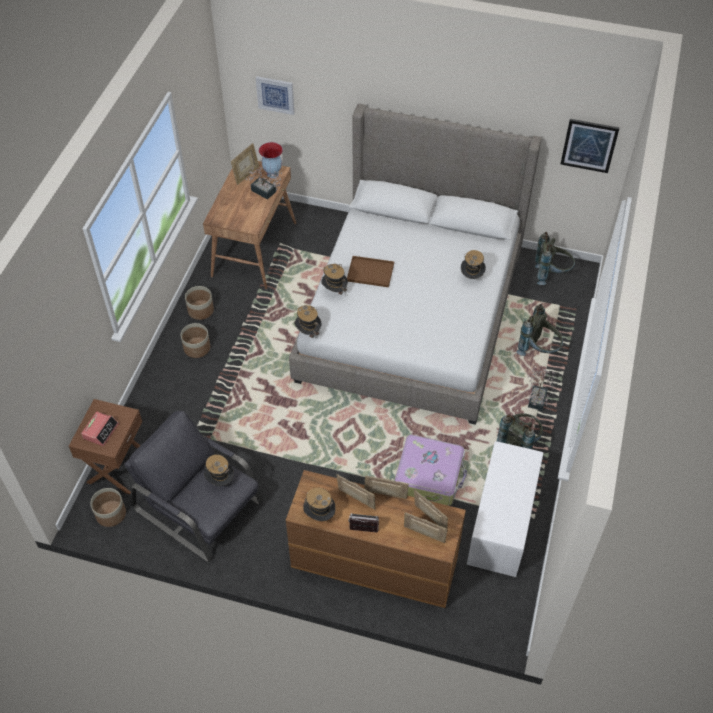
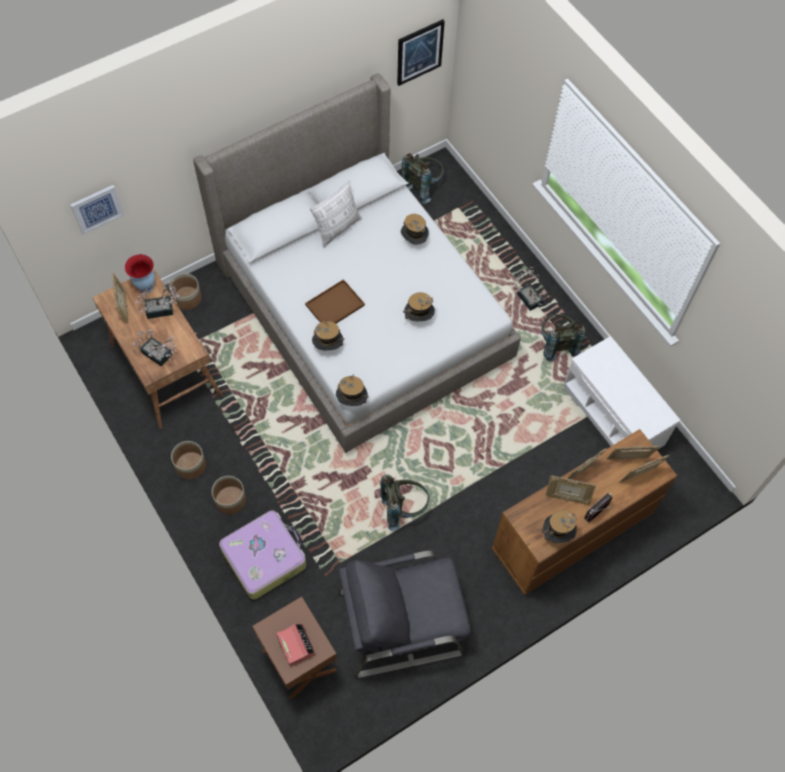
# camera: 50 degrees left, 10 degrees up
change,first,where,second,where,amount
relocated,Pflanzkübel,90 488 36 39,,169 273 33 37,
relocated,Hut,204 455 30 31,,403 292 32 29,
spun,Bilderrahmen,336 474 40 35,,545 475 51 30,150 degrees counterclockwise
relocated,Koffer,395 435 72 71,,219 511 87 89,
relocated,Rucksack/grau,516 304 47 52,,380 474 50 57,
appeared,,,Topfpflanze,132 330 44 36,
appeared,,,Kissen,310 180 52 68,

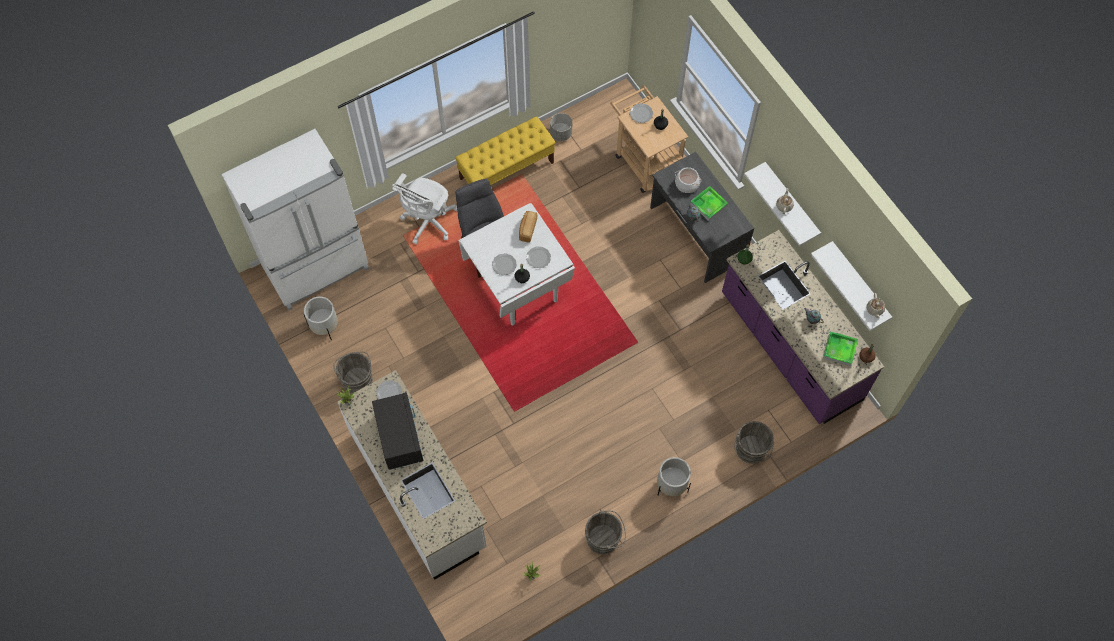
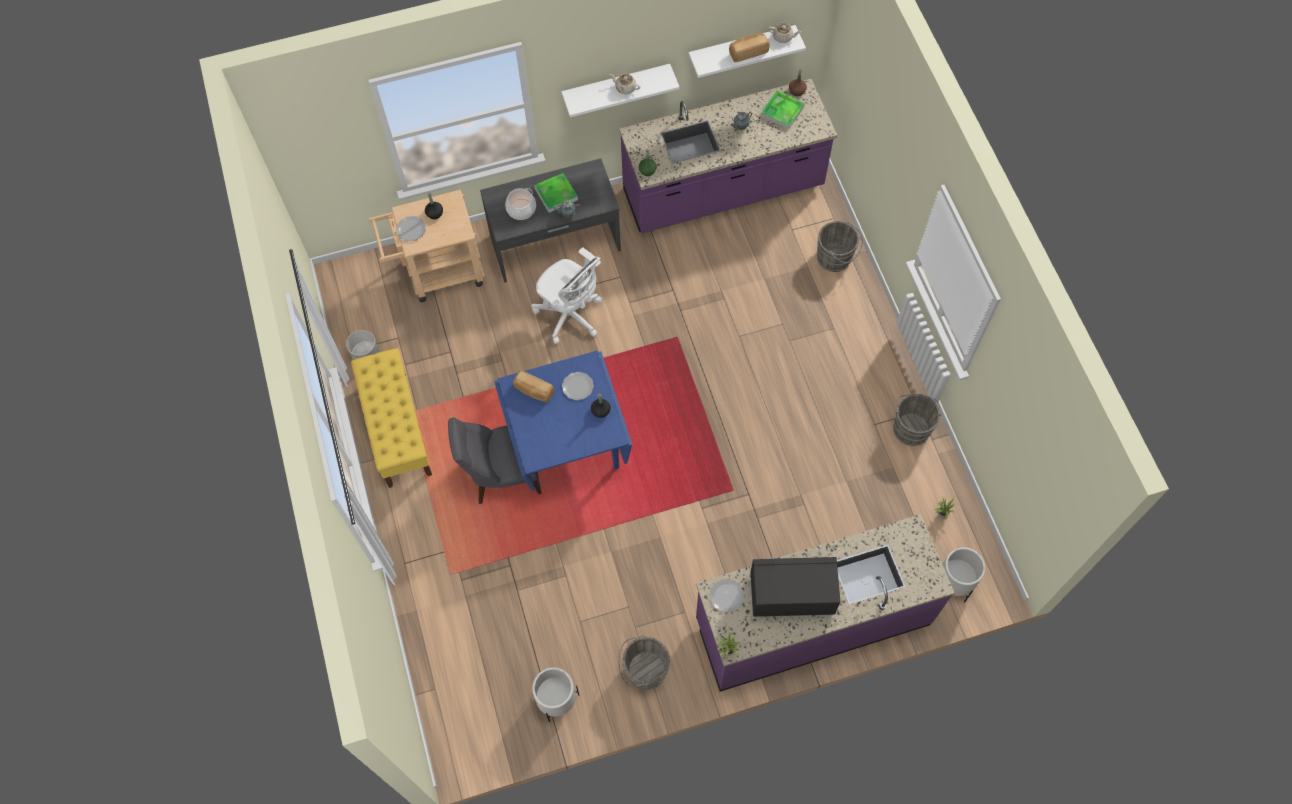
# camera: 75 degrees left, 0 degrees up
change,first,where,second,where,amount
missing,Kühlschrank/weiß,221 129 148 181,,,
colour,Küchenzeile/weiß,337 370 150 210,Küchenzeile/lila,696 514 258 178,
relocated,Bürostuhl/weiß,392 173 65 71,,531 247 71 97,
colour,Esstisch/weiß,458 203 117 123,Esstisch/blau,494 351 138 142,
missing,Teller,492 253 25 23,,,
relocated,Pflanzkübel/weiß,657 457 34 39,,942 547 43 55,
appeared,,,Brot,729 33 41 29,

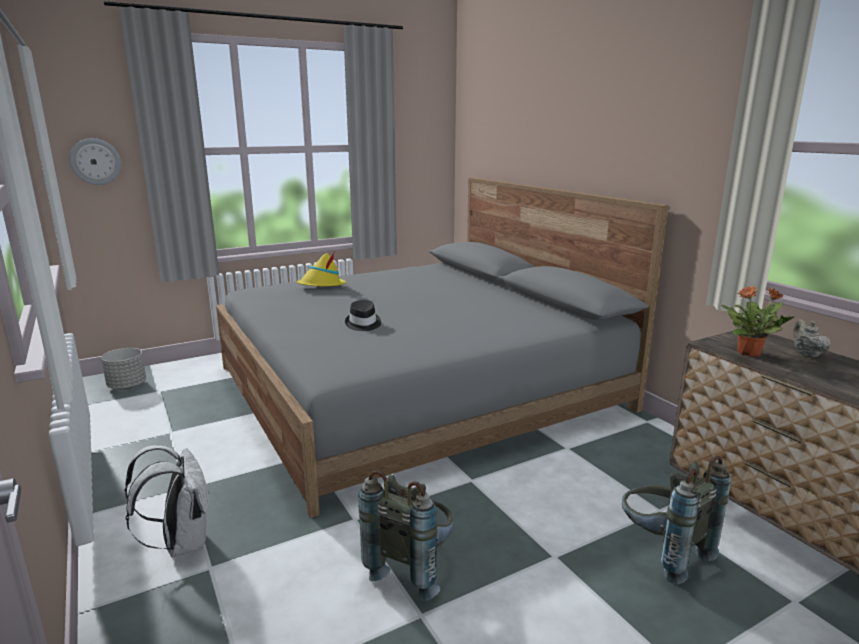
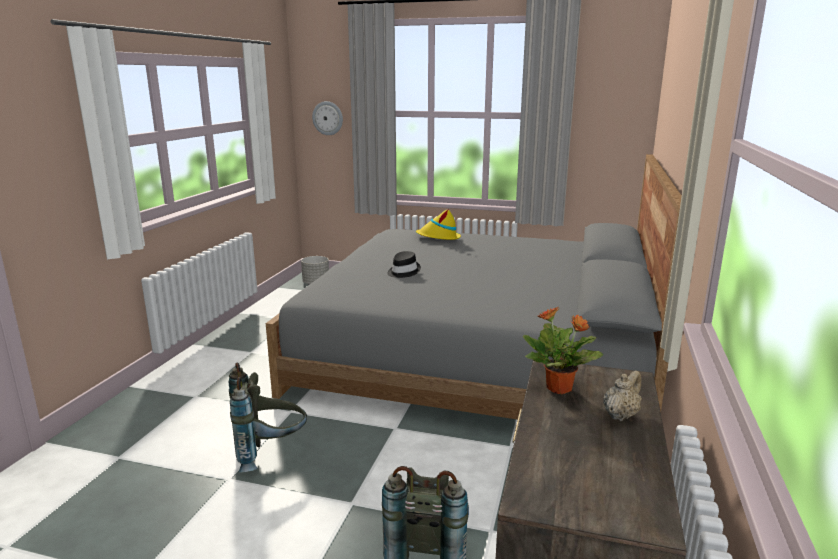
# camera: 45 degrees right, 0 degrees up
change,first,where,second,where,amount
missing,Rucksack/weiß,125 445 85 113,,,

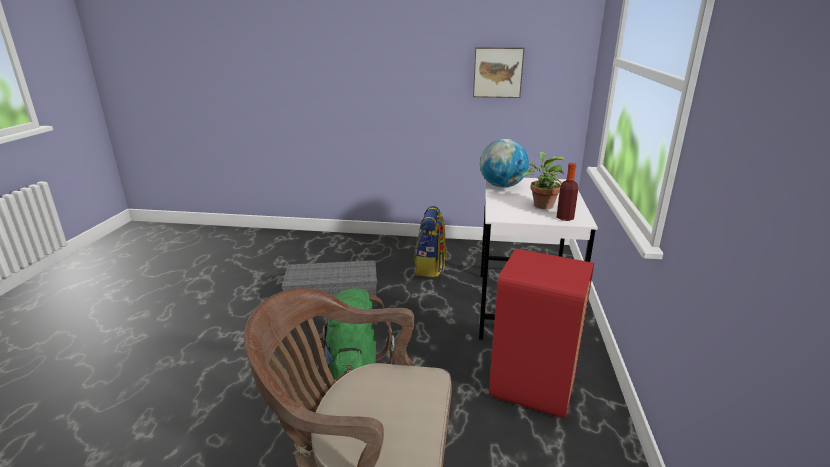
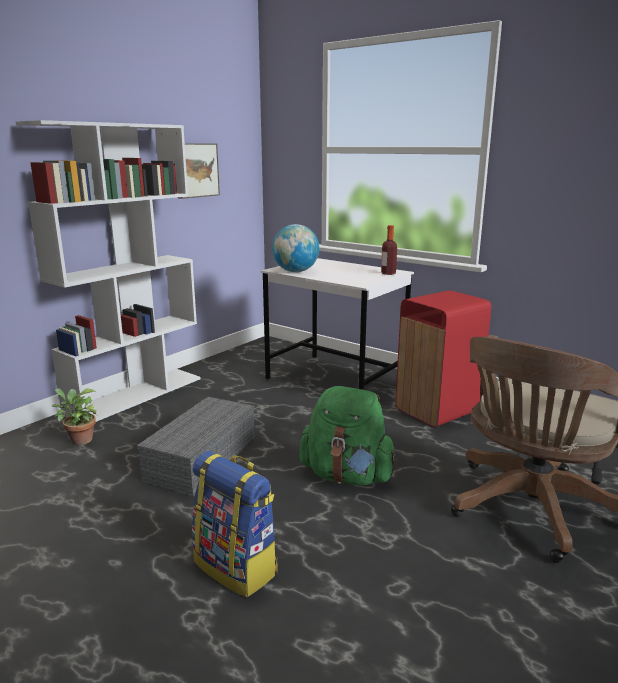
# camera: 60 degrees left, 5 degrees down
change,first,where,second,where,amount
relocated,Rucksack,414 206 33 71,,192 451 86 146,
relocated,Topfpflanze,523 151 42 58,,52 388 45 57,
appeared,,,Bücherregal/weiß,16 120 185 302,

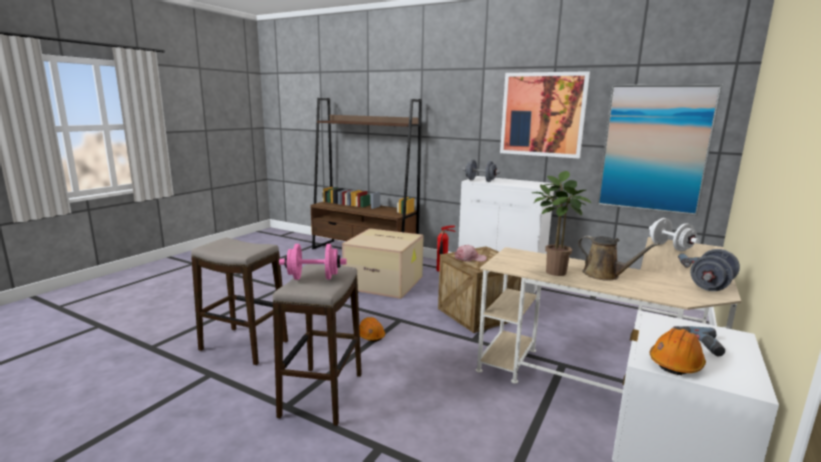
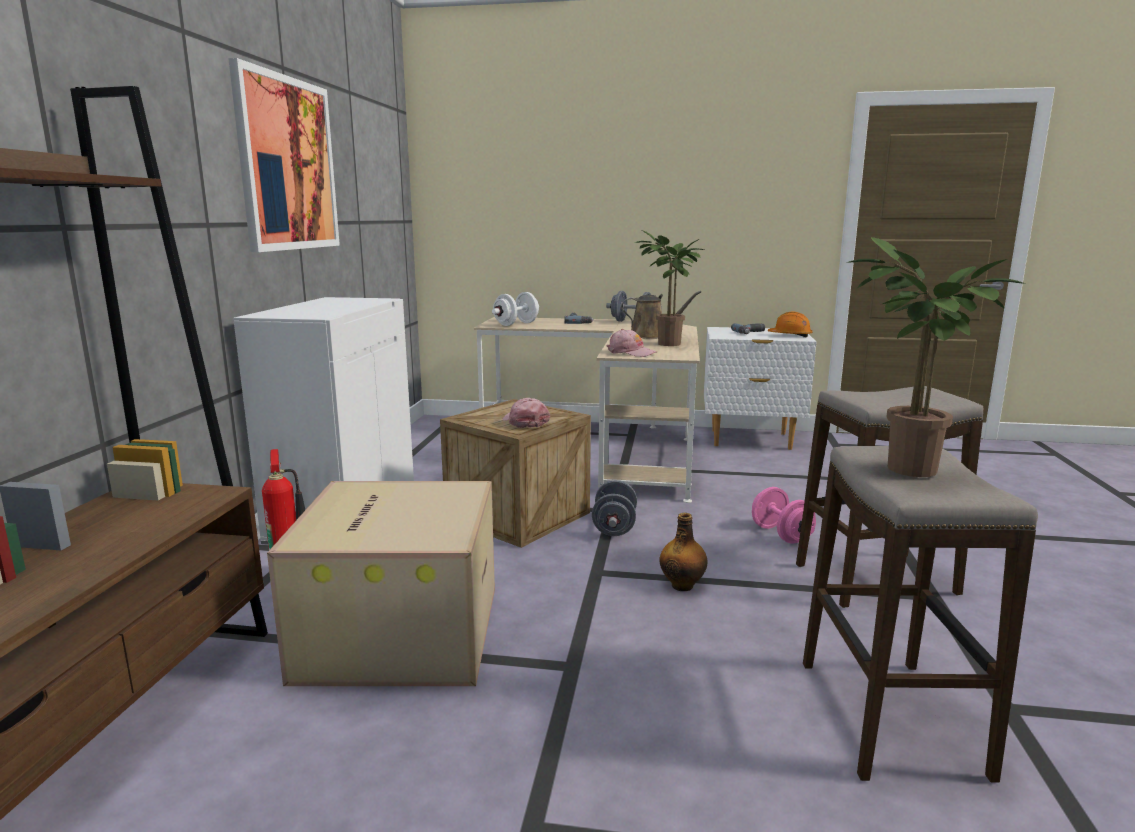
# camera: 110 degrees left, 0 degrees up
change,first,where,second,where,amount
relocated,Hantel/rosa,279 244 68 36,,752 487 64 57,
exchanged,Schutzhelm/orange,359 317 26 25,Flasche,660 513 48 78,
relocated,Hantel/grau,462 160 38 22,,592 480 45 56,
spun,Gießkanne/braun,578 236 81 45,,621 291 80 48,75 degrees clockwise
missing,Bild,597 84 125 132,,,
appeared,,,Kappe/rosa,607 329 50 28,
appeared,,,Topfpflanze,846 237 179 240,

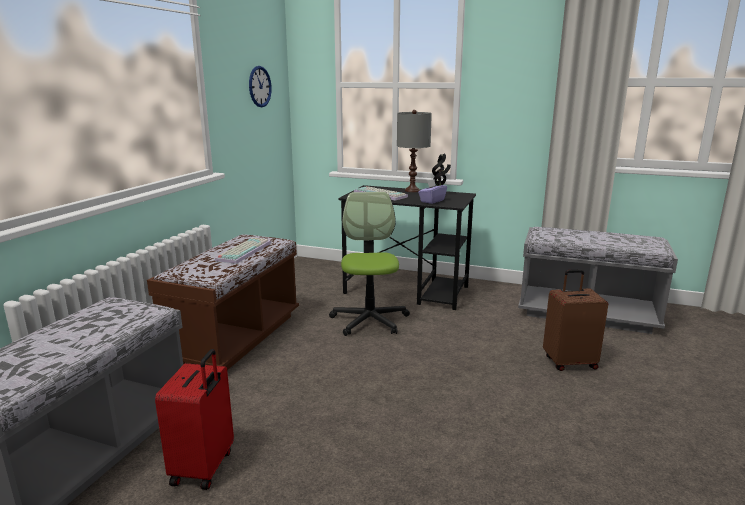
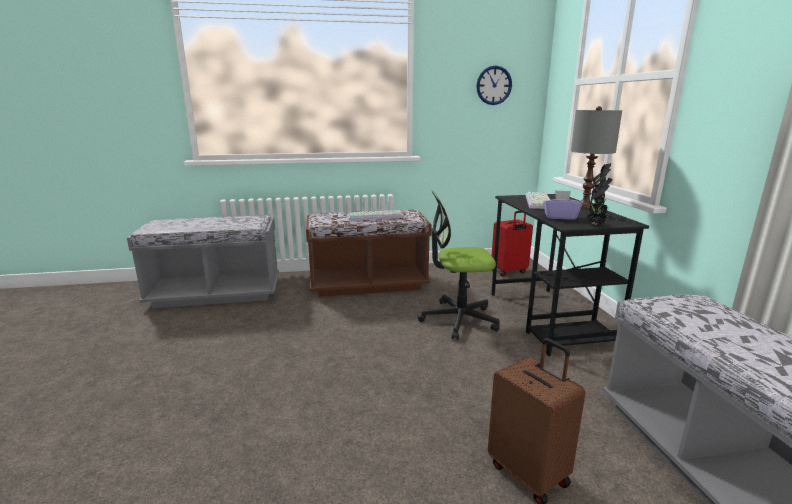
# camera: 60 degrees right, 0 degrees up
change,first,where,second,where,amount
relocated,Koffer/rot,155 349 79 141,,492 211 41 65,
spun,Bürostuhl,329 192 81 144,,417 190 83 150,150 degrees counterclockwise
appeared,,,Topfpflanze,586 169 25 56,

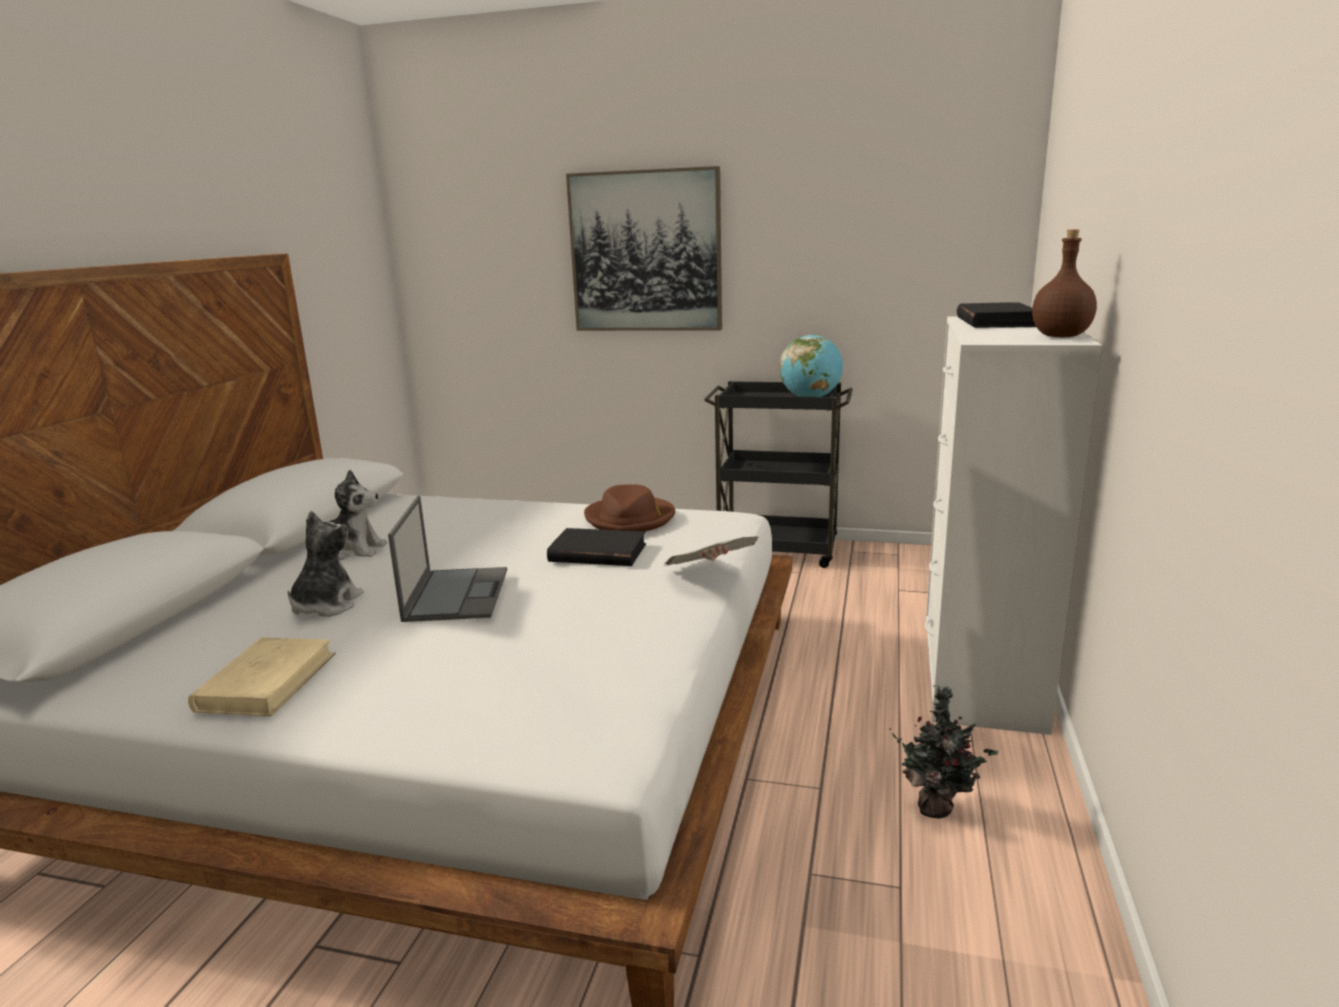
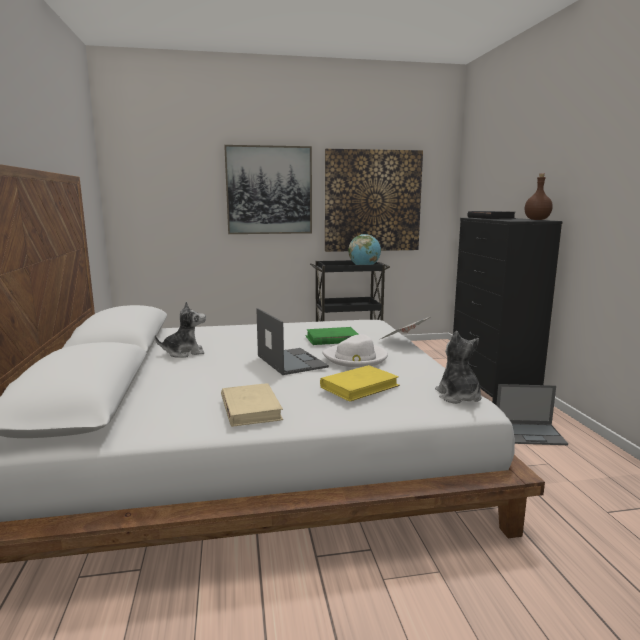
# camera: 25 degrees left, 5 degrees down
change,first,where,second,where,amount
relocated,Plüschtier,288 511 75 106,,435 331 46 73,
colour,Buch/schwarz,547 528 99 38,Buch/grün,306 327 53 18,
missing,Hut/braun,584 484 91 47,,,
exchanged,Topfpflanze,889 685 110 134,Laptop,496 384 72 61,
colour,Kommode/weiß,925 316 178 419,Kommode/schwarz,453 218 110 187,
appeared,,,Buch/gelb,320 365 80 37,
appeared,,,Hut/weiß,322 334 66 33,
appeared,,,Bild,325 149 98 103,

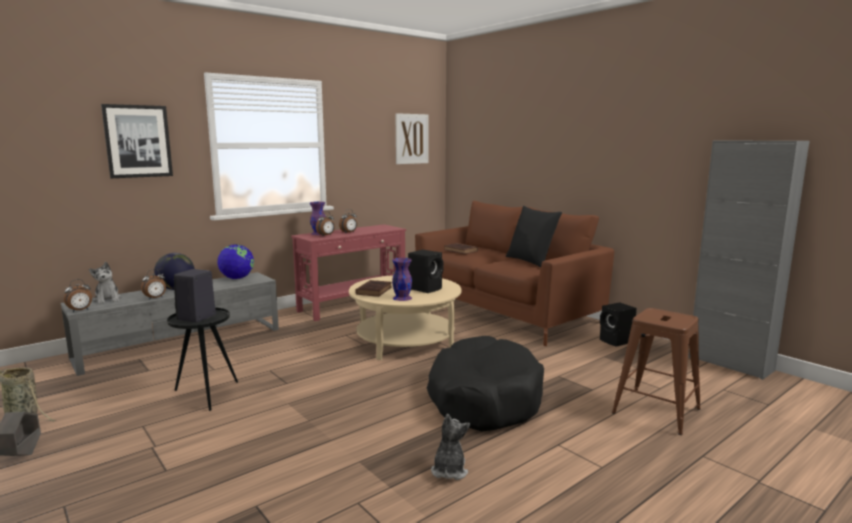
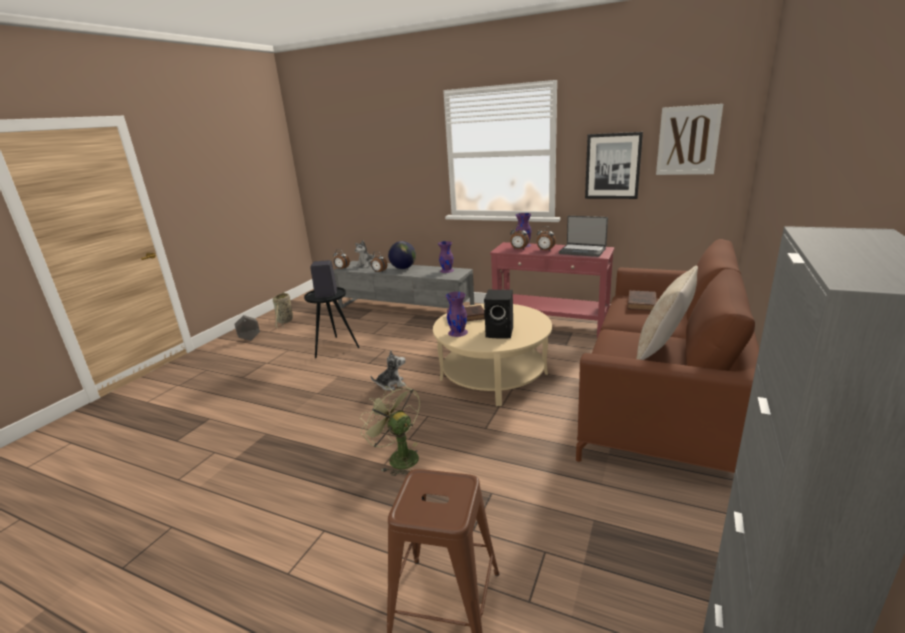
# camera: 65 degrees right, 10 degrees up
change,first,where,second,where,amount
relocated,Bild,101 104 72 74,,585 132 58 67,
exchanged,Globus,217 244 37 35,Vase/lila,438 241 16 32,
exchanged,Hundebett/schwarz,427 336 117 96,Ventilator/grün,360 383 60 93,
relocated,Plüschtier,431 414 39 66,,371 350 35 41,
colour,Kissen/schwarz,506 206 56 62,Kissen/beige,636 266 62 94,
missing,Lautsprecher/schwarz,600 302 37 45,,,
appeared,,,Laptop,559 216 49 41,

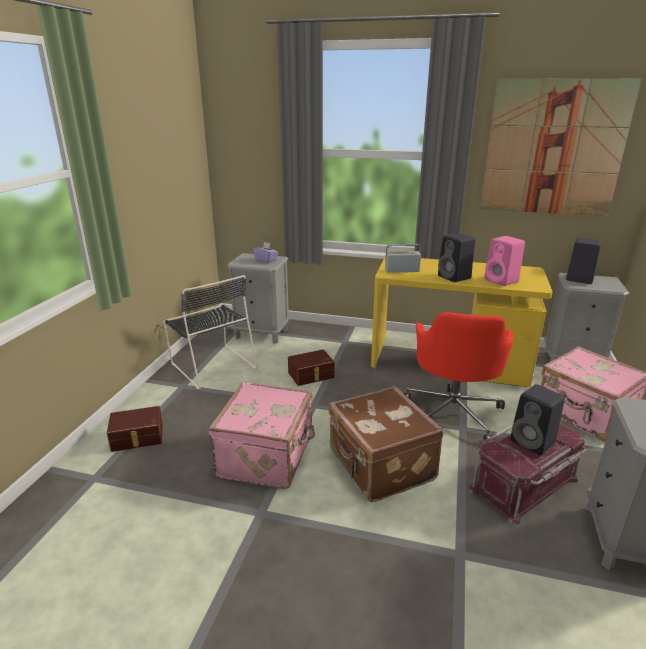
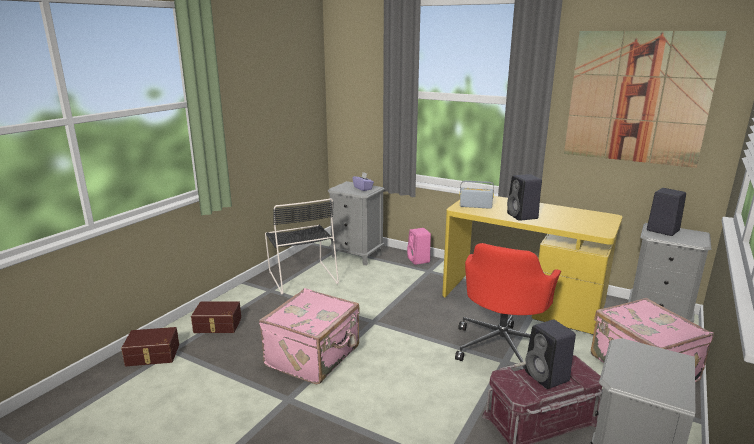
# camera: 15 degrees right, 5 degrees down
change,first,where,second,where,amount
relocated,Aufbewahrungsbox/braun,288 350 47 36,,121 327 58 39,
missing,Koffer/braun,329 386 115 116,,,
relocated,Lautsprecher/rosa,484 236 41 50,,407 228 24 37,

